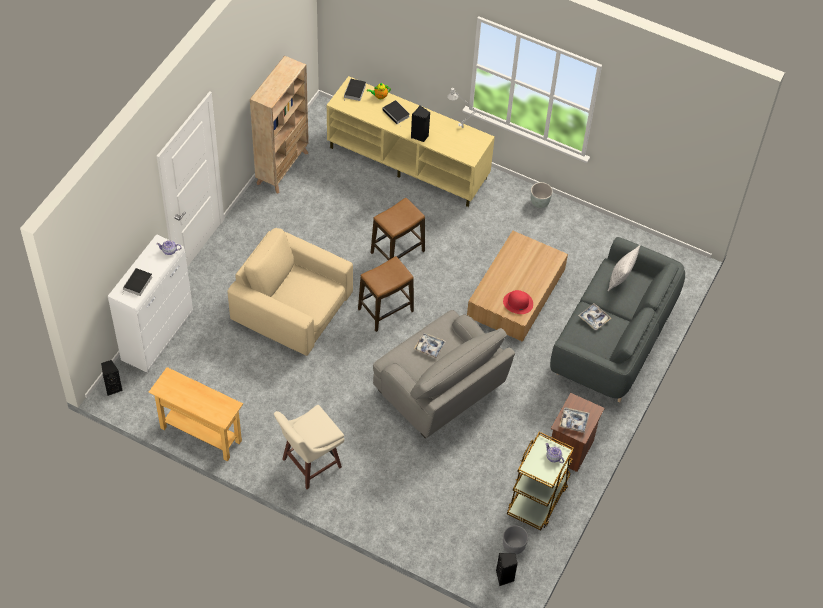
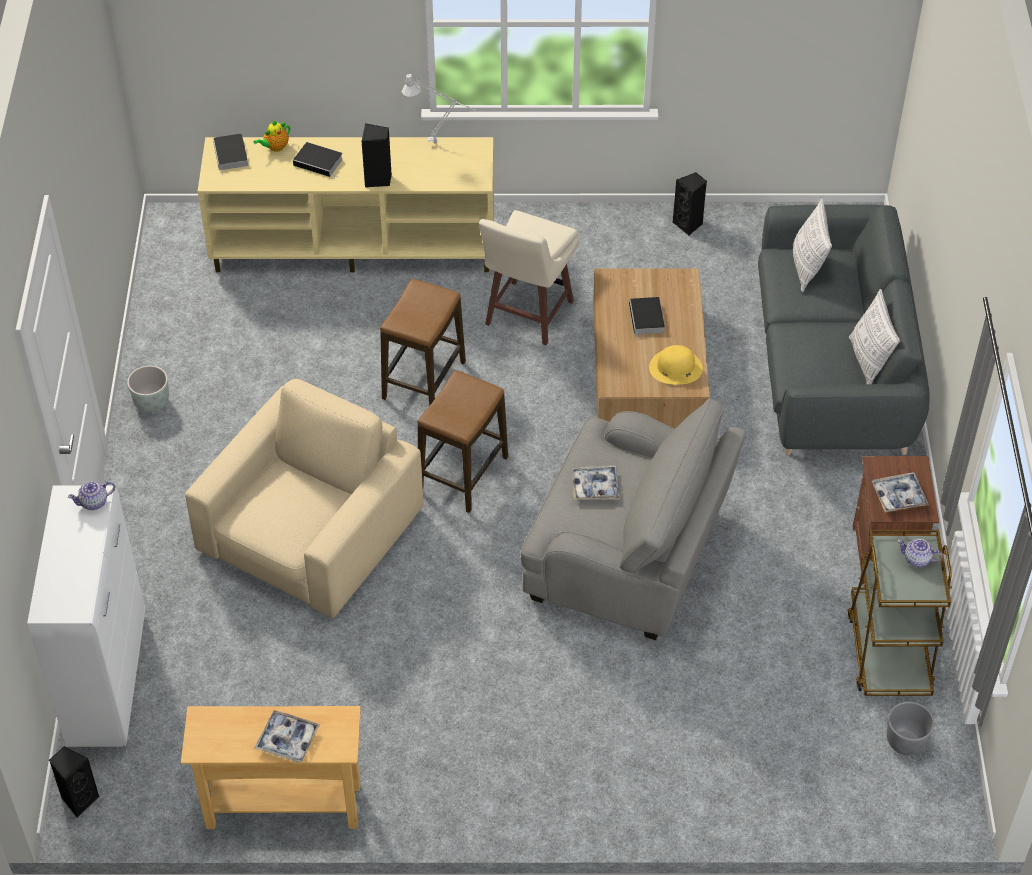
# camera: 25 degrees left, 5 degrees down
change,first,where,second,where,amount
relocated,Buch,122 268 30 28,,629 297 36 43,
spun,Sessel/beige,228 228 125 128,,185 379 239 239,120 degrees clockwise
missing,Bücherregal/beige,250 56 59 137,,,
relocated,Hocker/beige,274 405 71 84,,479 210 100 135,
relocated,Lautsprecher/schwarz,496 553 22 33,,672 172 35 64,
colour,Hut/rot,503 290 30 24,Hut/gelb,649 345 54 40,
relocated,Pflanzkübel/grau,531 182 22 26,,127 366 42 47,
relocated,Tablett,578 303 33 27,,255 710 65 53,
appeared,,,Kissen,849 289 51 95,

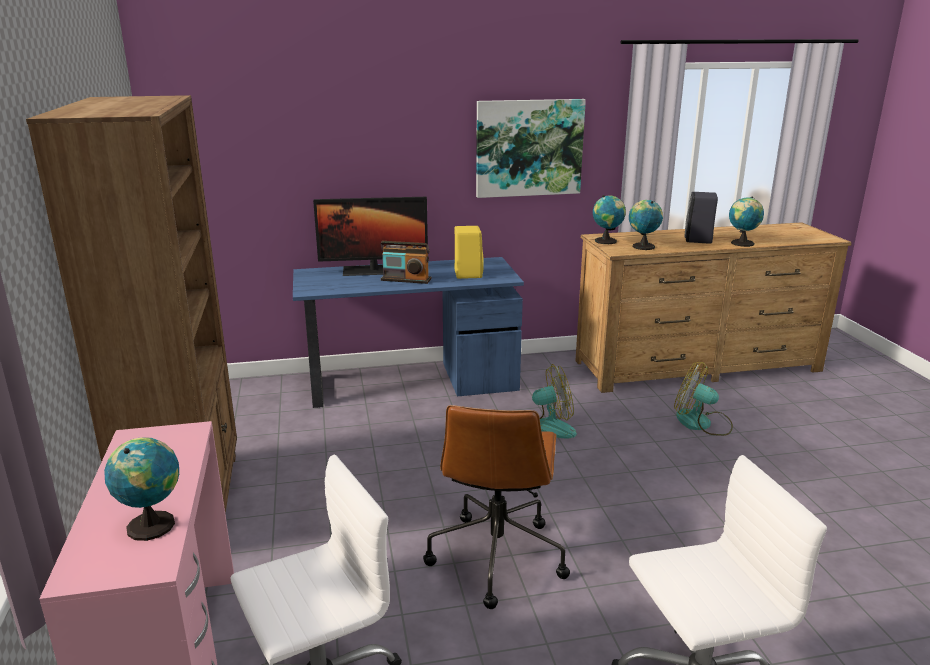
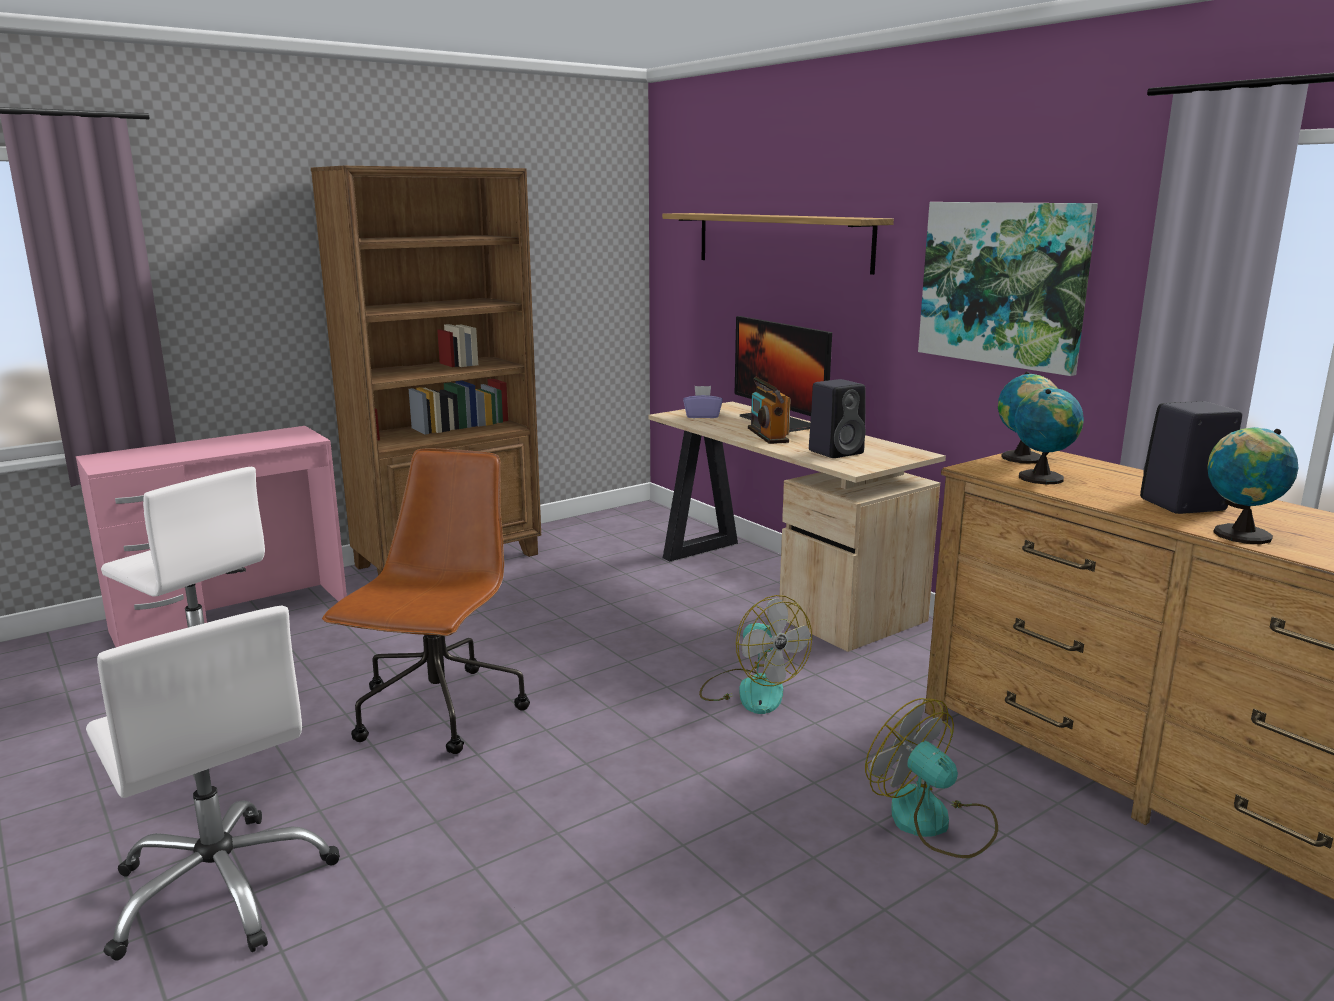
# camera: 65 degrees right, 5 degrees down
change,first,where,second,where,amount
missing,Globus,104 438 75 103,,,
colour,Schreibtisch/blau,293 257 231 151,Schreibtisch/beige,648 402 298 250,
spun,Bürostuhl/braun,423 405 147 204,,322 448 208 306,120 degrees clockwise
colour,Lautsprecher/gelb,454 226 30 53,Lautsprecher/schwarz,809 379 57 79,
spun,Ventilator,674 362 59 74,,865 698 133 160,45 degrees counterclockwise
appeared,,,Wandregal,662 213 232 62,
appeared,,,Taschentuchbox/lila,683 386 40 32,

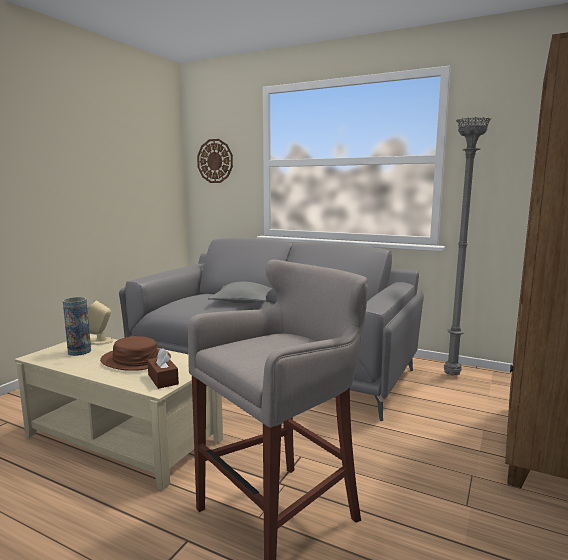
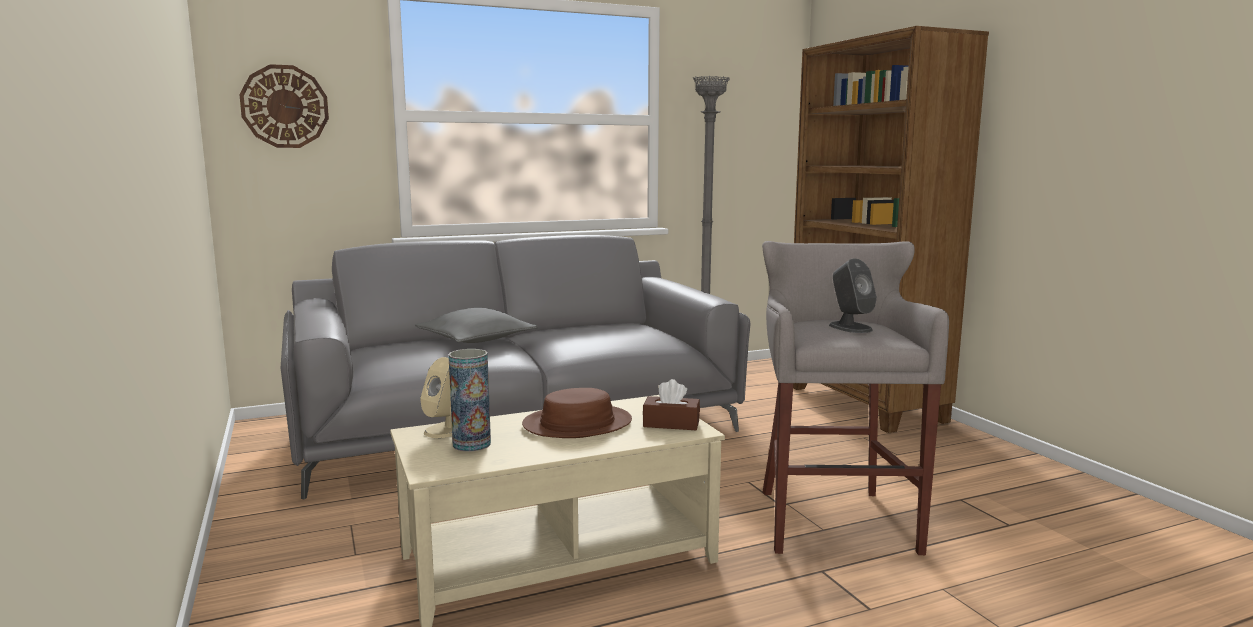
# camera: 50 degrees left, 0 degrees up
change,first,where,second,where,amount
appeared,,,Lautsprecher/grau,829 258 48 75,

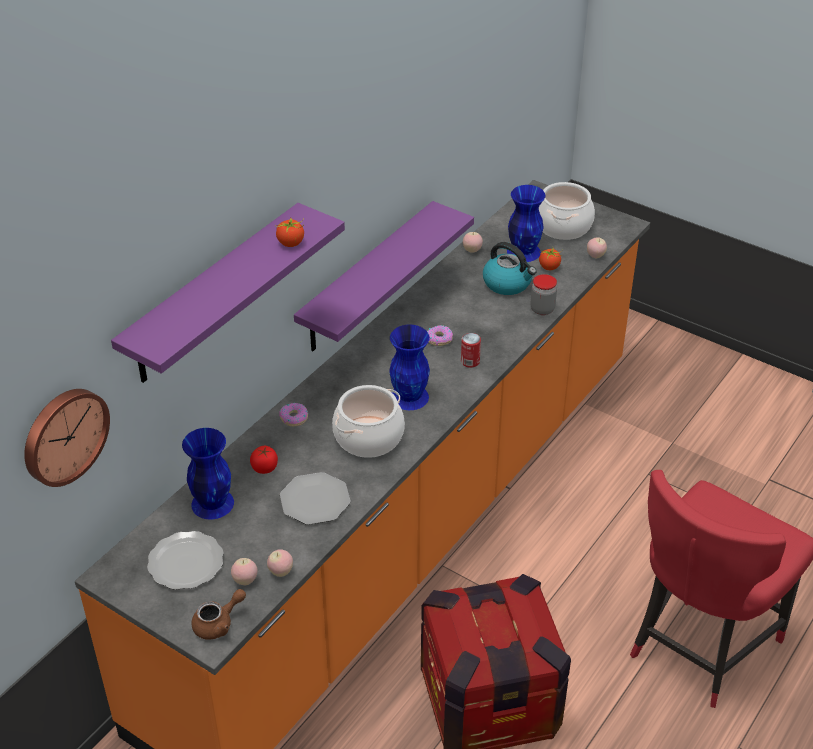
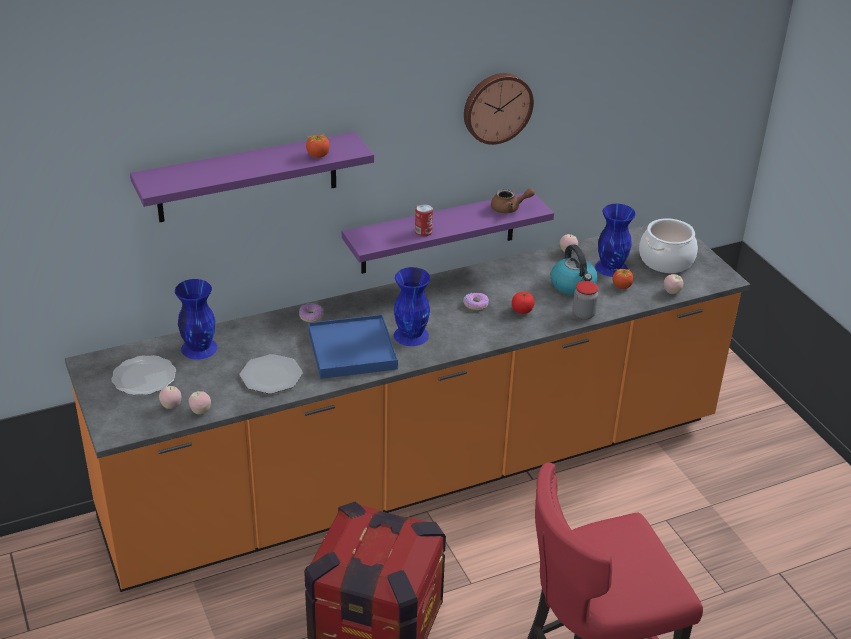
# camera: 30 degrees right, 5 degrees down
change,first,where,second,where,amount
relocated,Wanduhr,24 389 86 98,,464 73 70 72,
relocated,Teekanne/braun,191 589 55 51,,491 188 44 25,
relocated,Tomate,250 446 28 28,,512 292 23 22,
exchanged,Kochtopf,332 385 73 73,Tablett/blau,308 314 90 65,
relocated,Dose,461 333 20 35,,415 204 18 32,

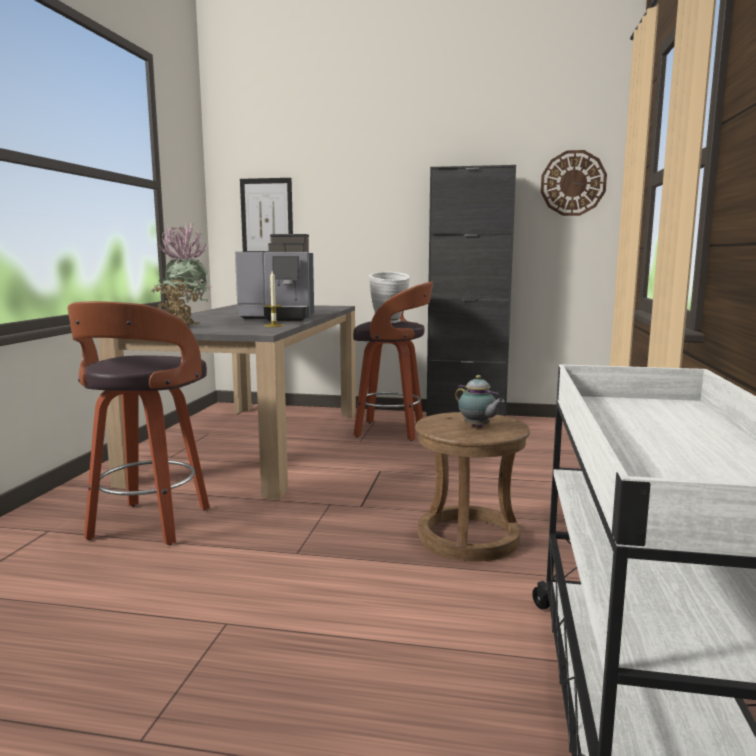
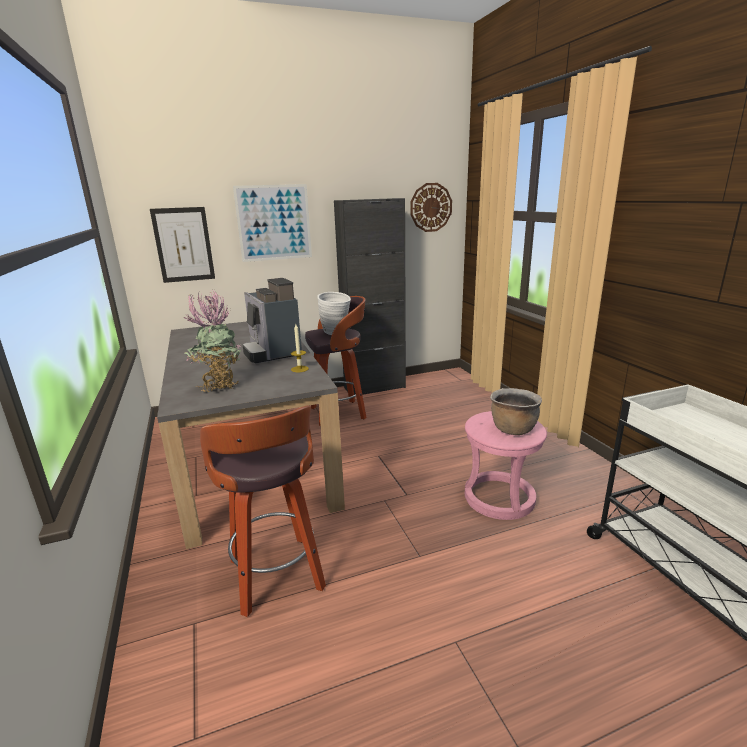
# camera: 30 degrees left, 10 degrees up
change,first,where,second,where,amount
spun,Kaffeemaschine,235 234 79 87,,243 278 59 85,90 degrees clockwise
colour,Hocker/braun,415 412 115 150,Hocker/rosa,465 411 82 109,
exchanged,Teekanne,455 375 50 53,Kochtopf/braun,490 388 52 47,
appeared,,,Bild,233 184 79 78,

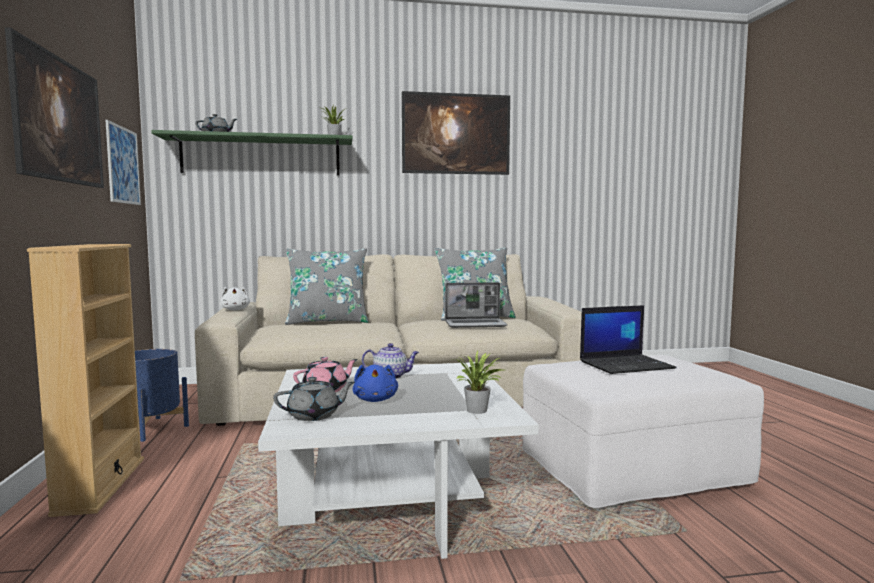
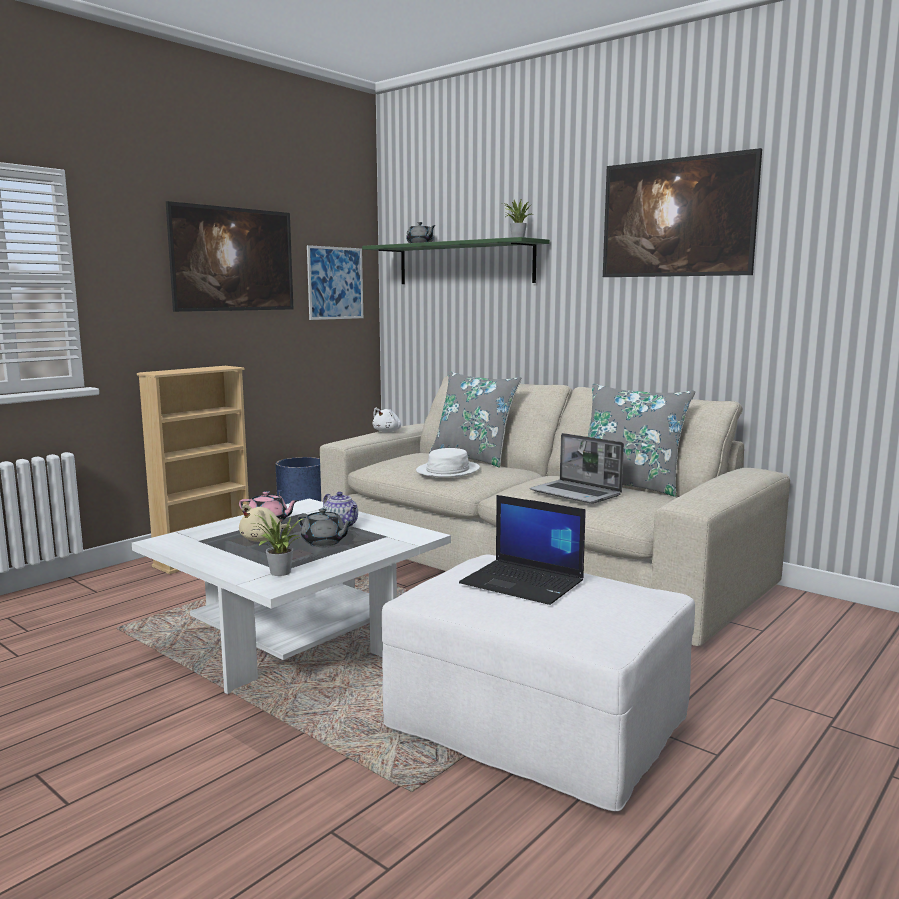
# camera: 50 degrees right, 5 degrees up
change,first,where,second,where,amount
relocated,Teekanne/grau,273 377 82 44,,297 508 56 38,
colour,Plüschtier/blau,353 365 45 37,Plüschtier/beige,239 504 52 38,
appeared,,,Hut/weiß,416 448 64 29,

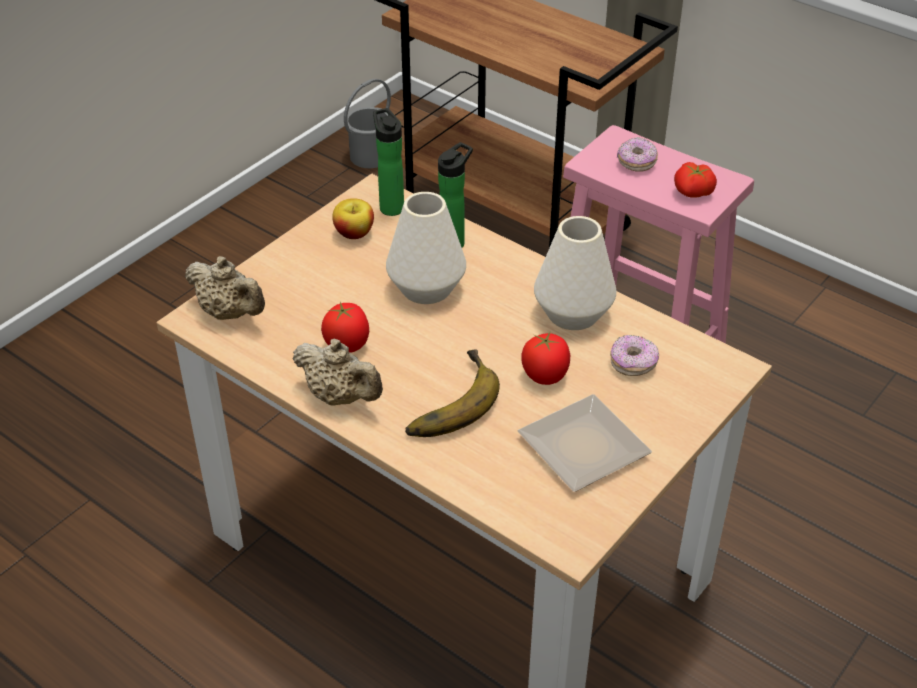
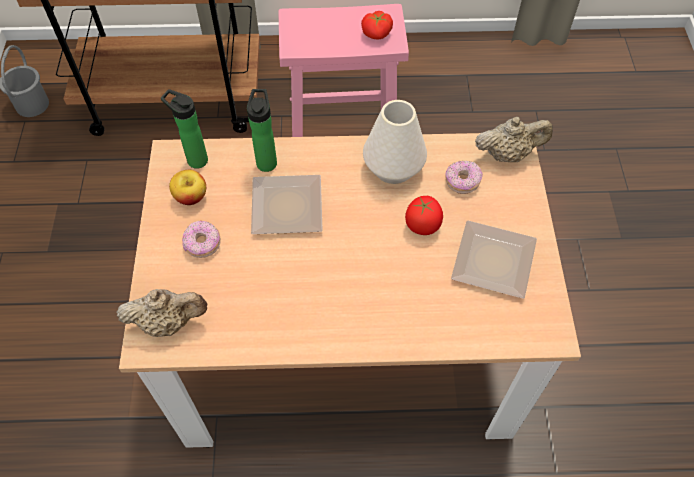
# camera: 40 degrees left, 15 degrees up
change,first,where,second,where,amount
relocated,Teekanne/beige,292 339 91 67,,475 117 78 45,
missing,Tomate,321 302 48 51,,,
exchanged,Vase/weiß,386 192 80 112,Teller,251 175 72 59,
missing,Banane,405 349 95 88,,,
relocated,Donut,617 137 41 35,,182 221 39 37,

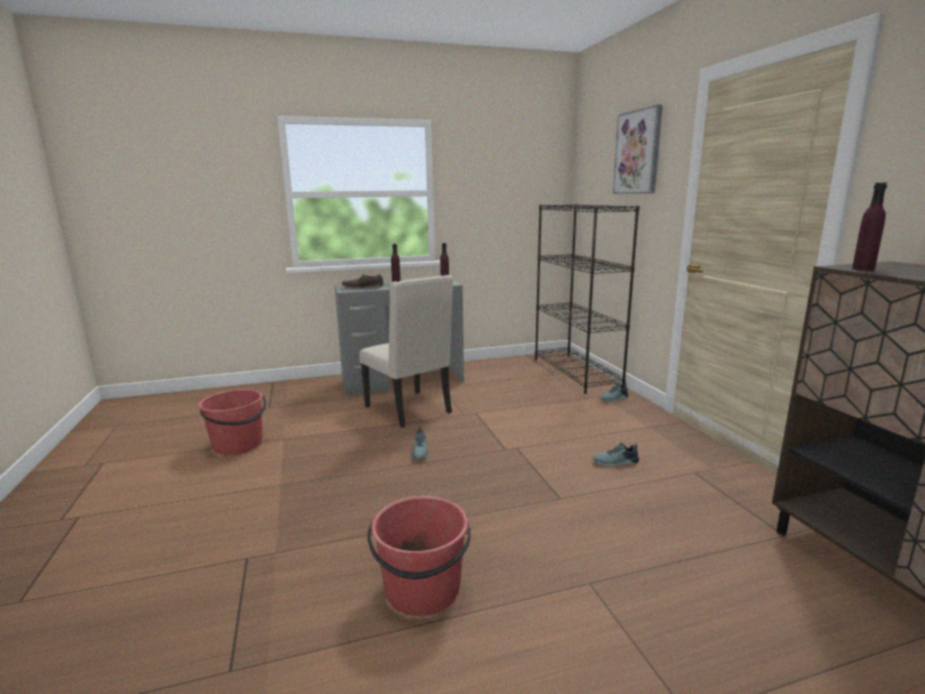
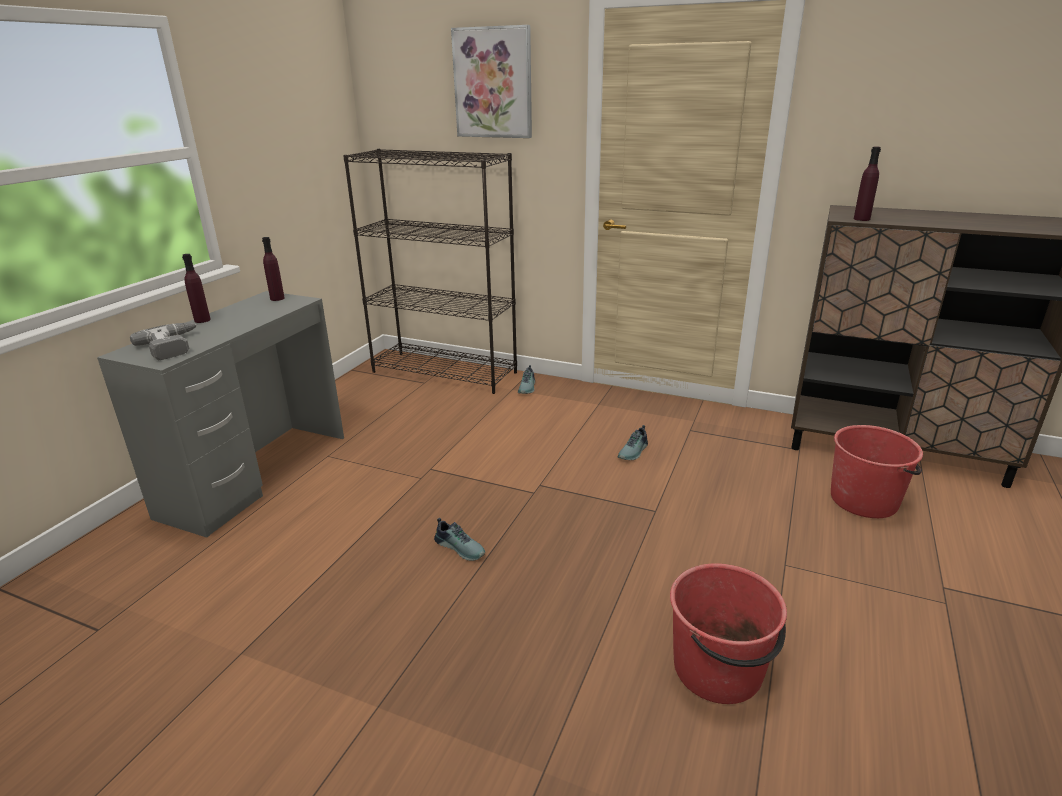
# camera: 50 degrees left, 10 degrees up
change,first,where,second,where,amount
relocated,Eimer/rot,198 389 68 66,,831 425 92 93,
exchanged,Schuh/braun,342 274 42 15,Bohrmaschine,130 322 67 39,
missing,Stuhl/beige,359 275 94 153,,,

